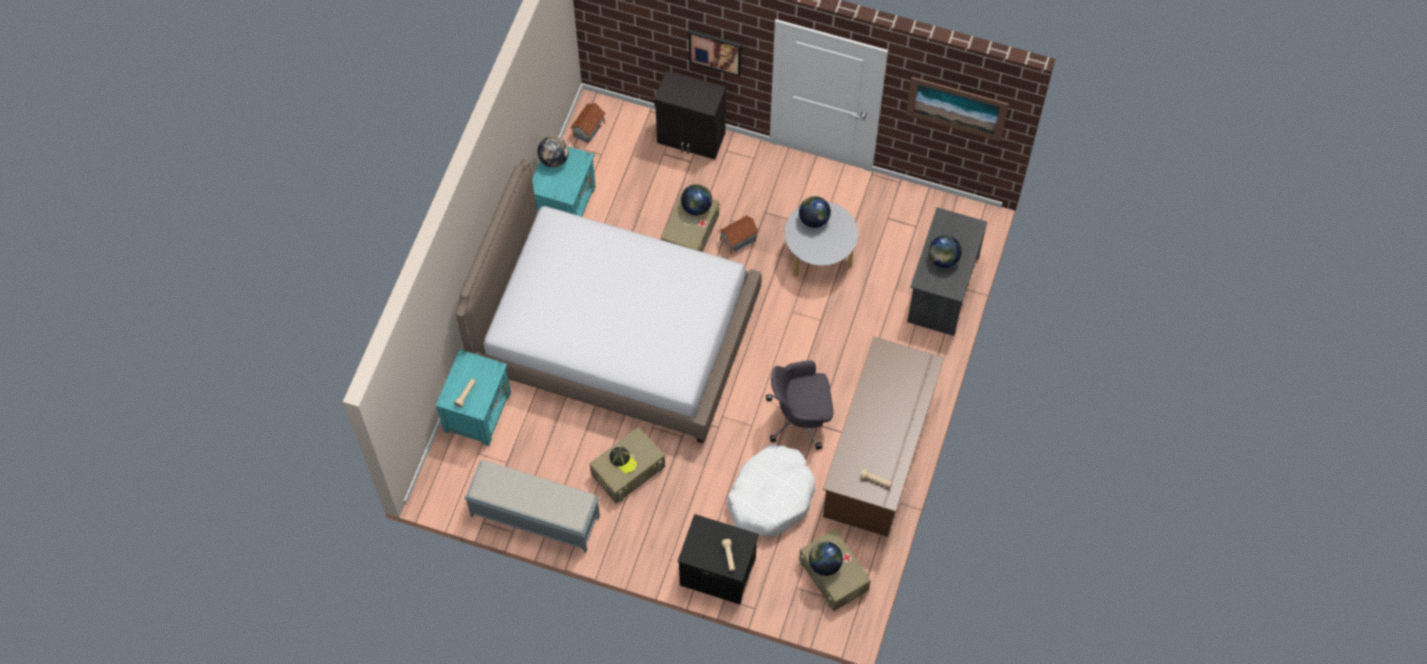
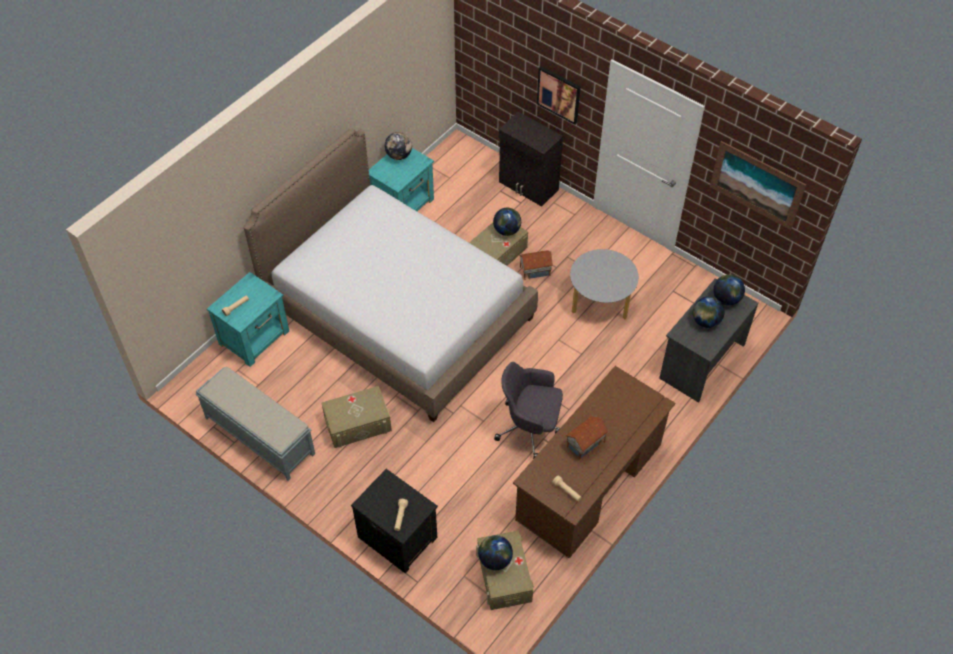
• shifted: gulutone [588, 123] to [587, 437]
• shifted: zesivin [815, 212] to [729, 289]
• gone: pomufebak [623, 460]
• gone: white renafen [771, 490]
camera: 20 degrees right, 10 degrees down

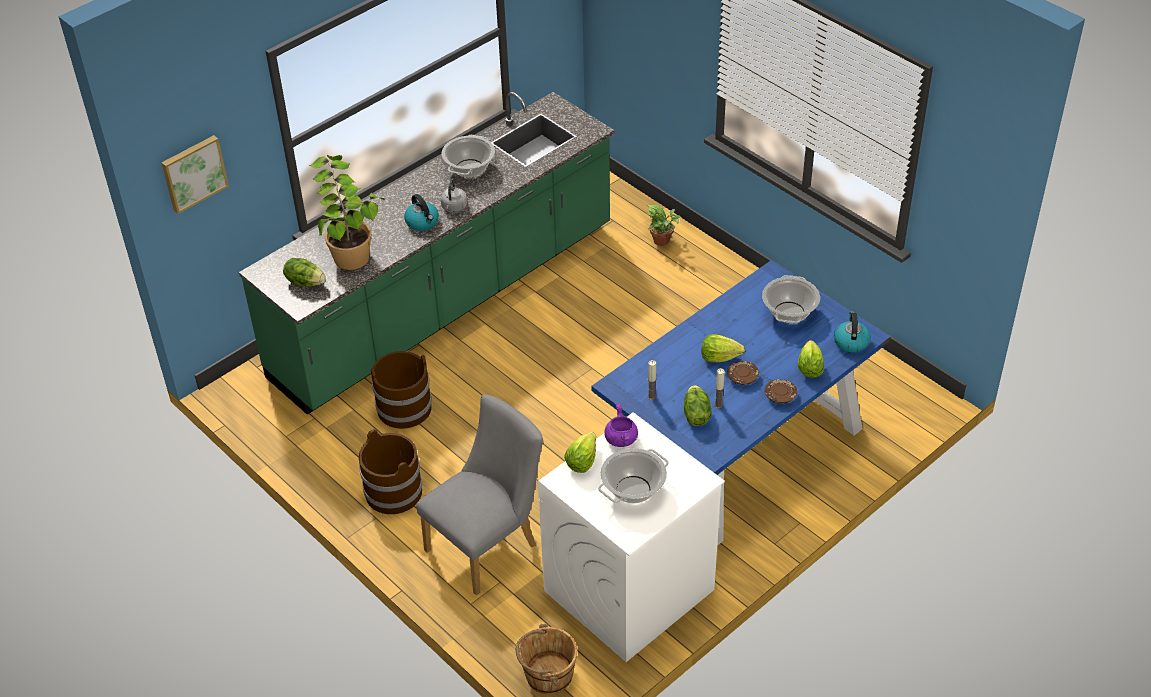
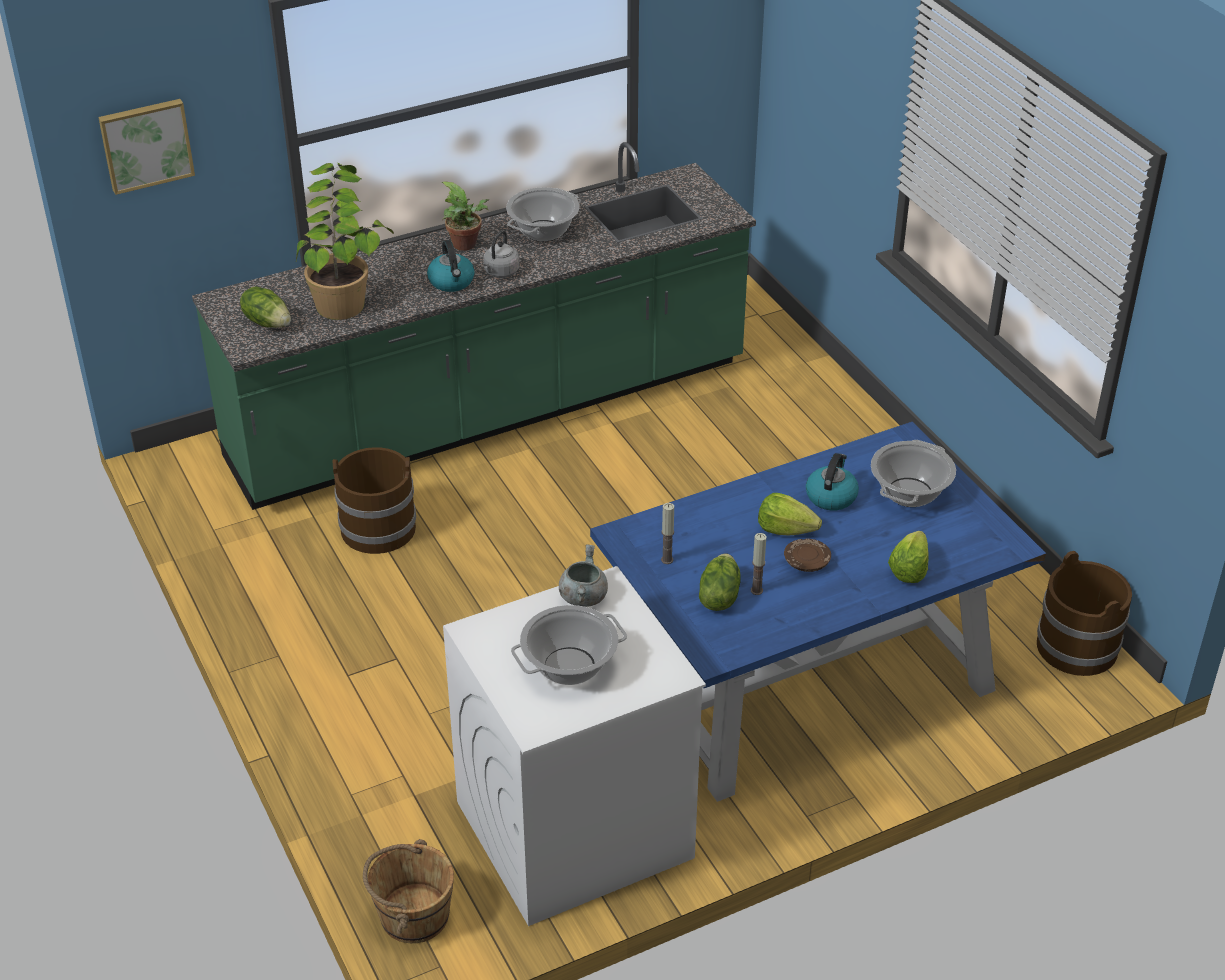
• shifted: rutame [664, 225] to [465, 216]
• repainted: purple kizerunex [621, 425] to grey kizerunex [583, 575]
• shifted: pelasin [852, 332] to [832, 482]
• shifted: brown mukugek [390, 471] to [1084, 613]
• gone: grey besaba [479, 495]
• gone: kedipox [580, 452]
• gone: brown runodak [781, 391]
camera: 15 degrees right, 5 degrees down

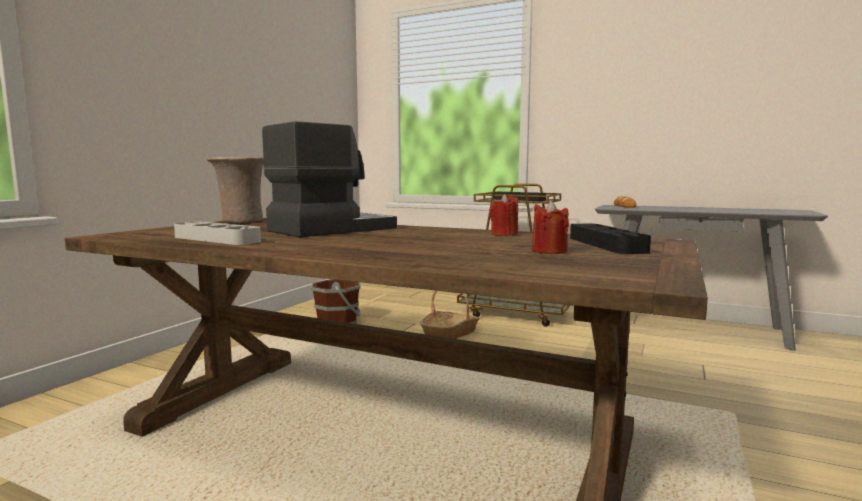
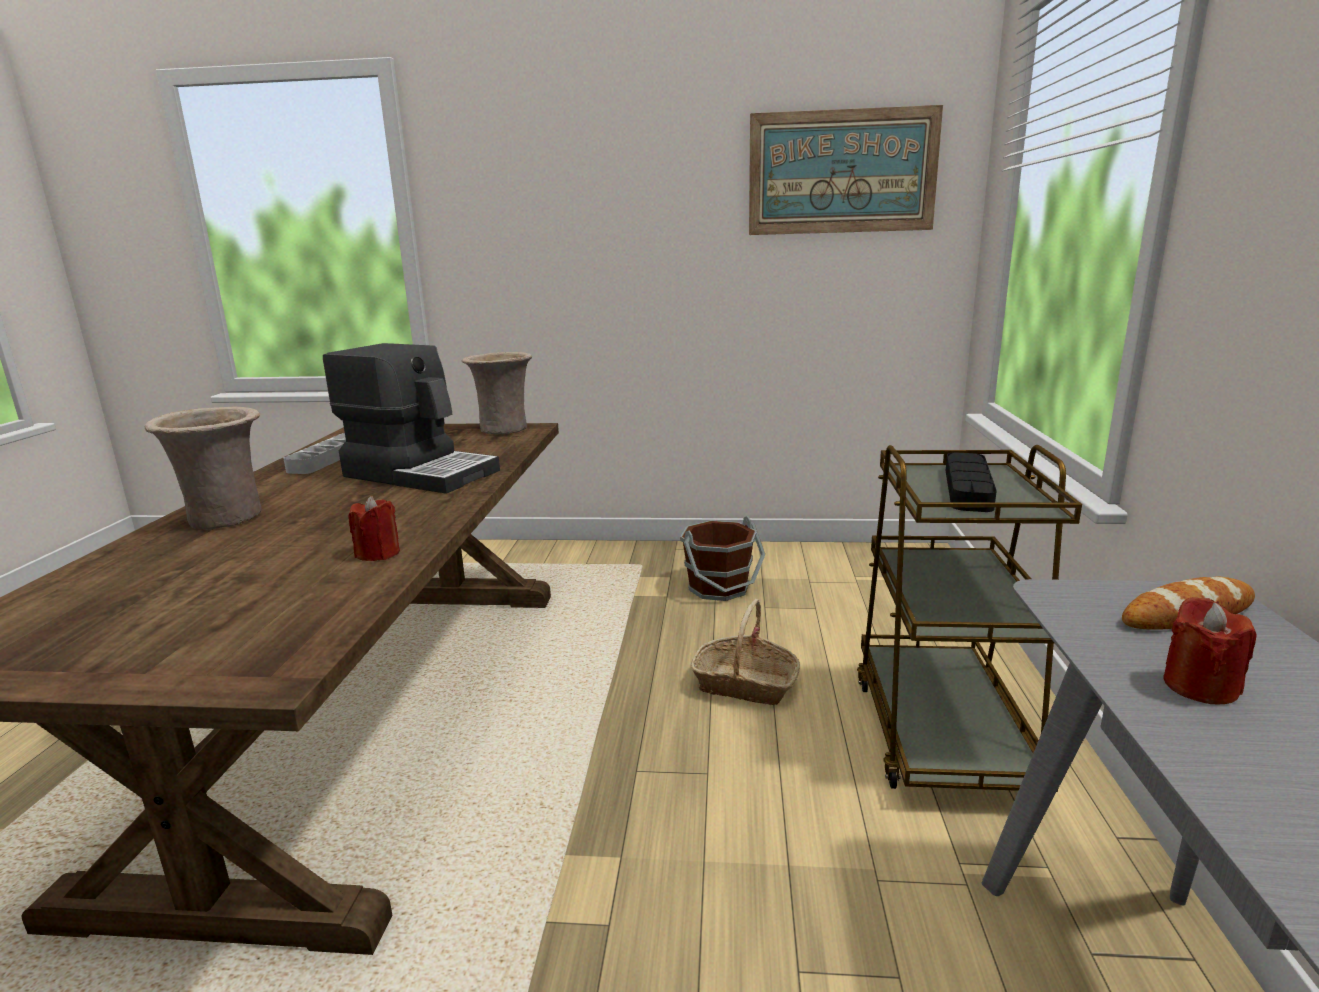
• new: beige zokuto [203, 468]
• new: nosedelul [846, 170]
• shifted: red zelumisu [550, 227] to [1210, 650]
• gone: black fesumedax [610, 239]
camera: 70 degrees right, 10 degrees up

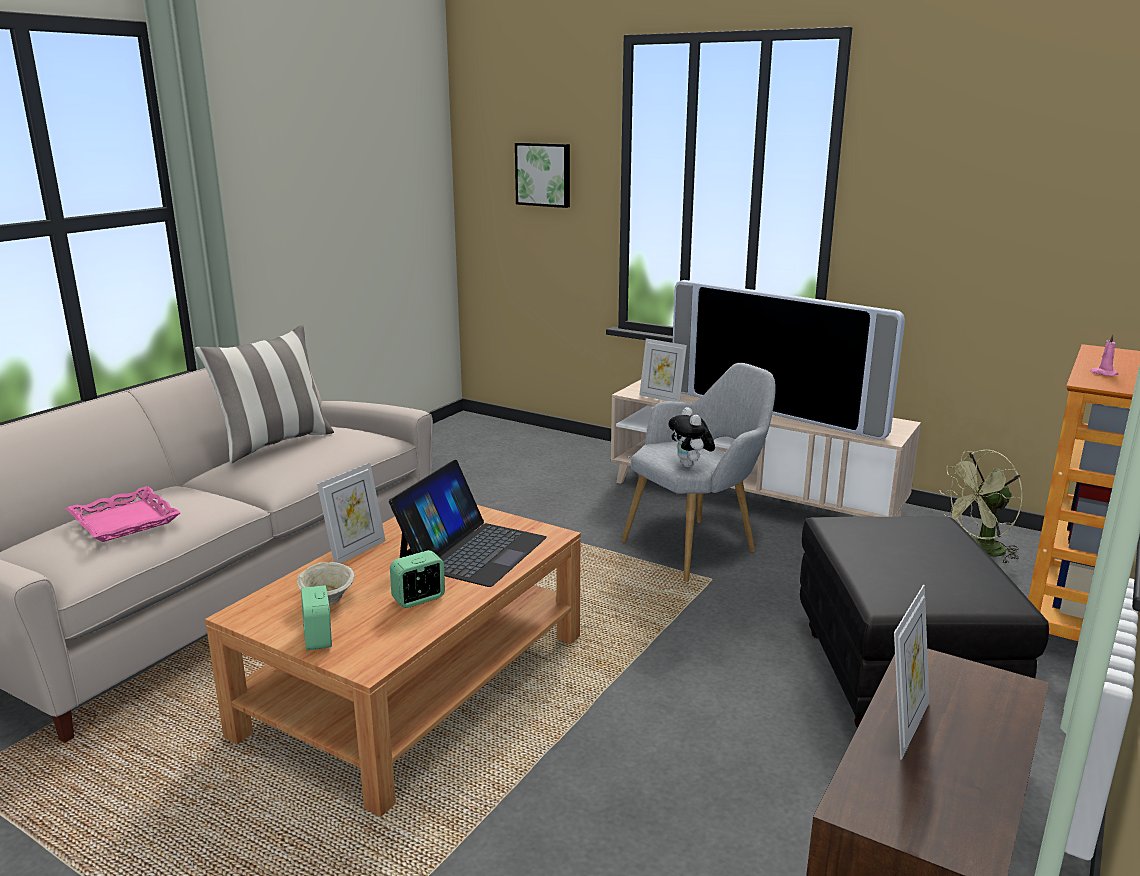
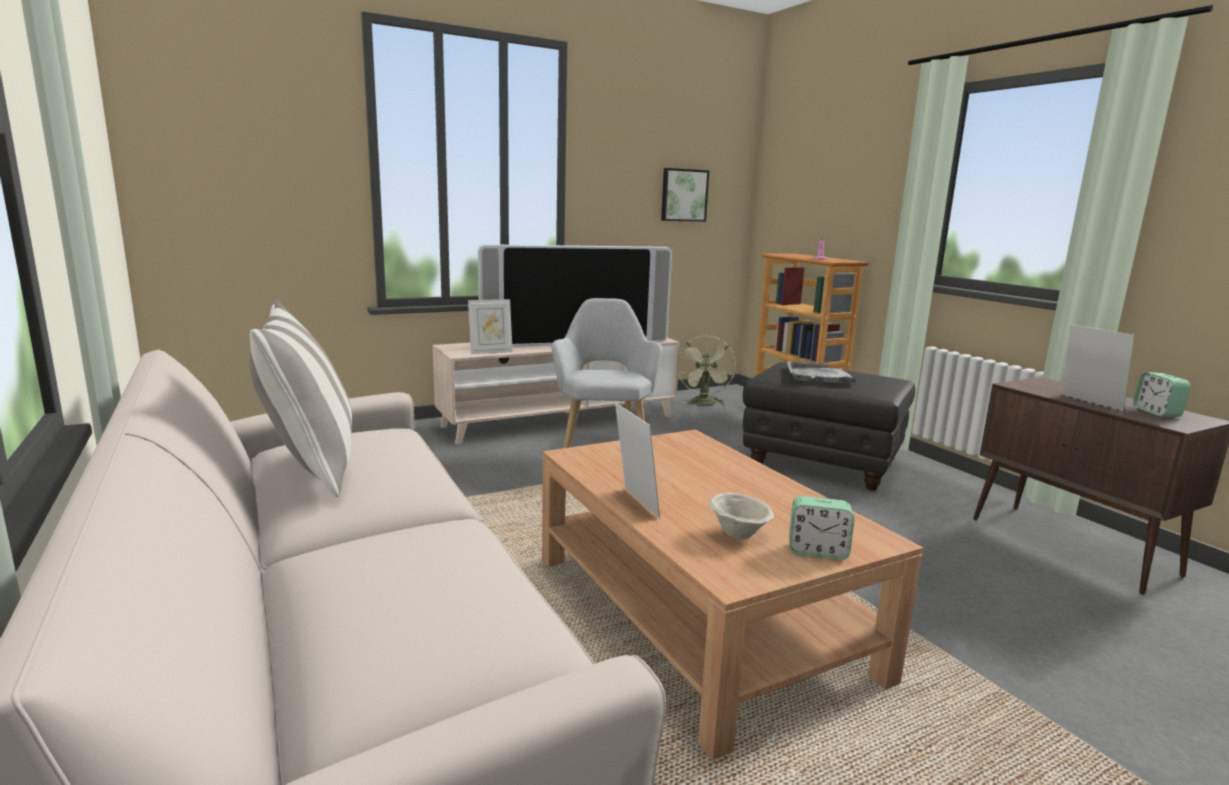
• shifted: nosedelul [542, 175] to [685, 195]
• new: grey fesumedax [822, 371]
• shifted: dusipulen [417, 579] to [1162, 394]
• gone: pink fesumedax [123, 514]
• gone: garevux [468, 523]
• gone: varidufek [692, 437]
camera: 60 degrees left, 5 degrees down

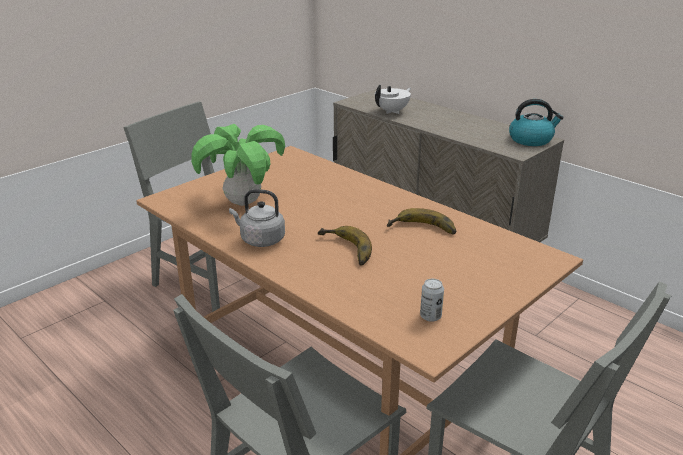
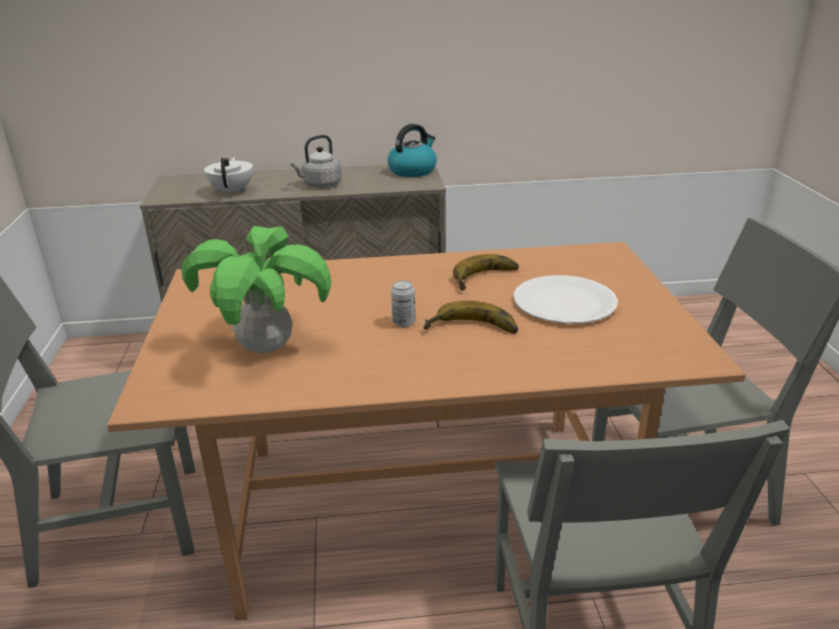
• shifted: grey pelasin [257, 218] to [316, 161]
• shifted: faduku [432, 300] to [403, 303]
• new: white runodak [565, 299]
camera: 50 degrees left, 0 degrees up

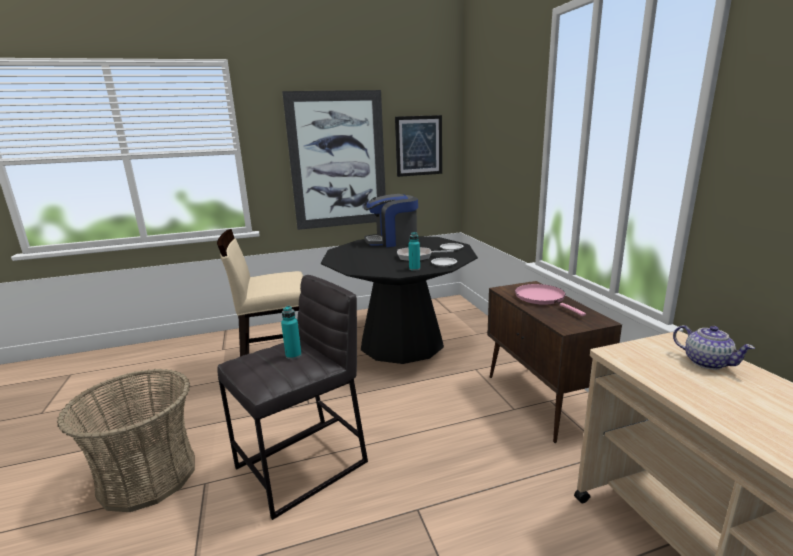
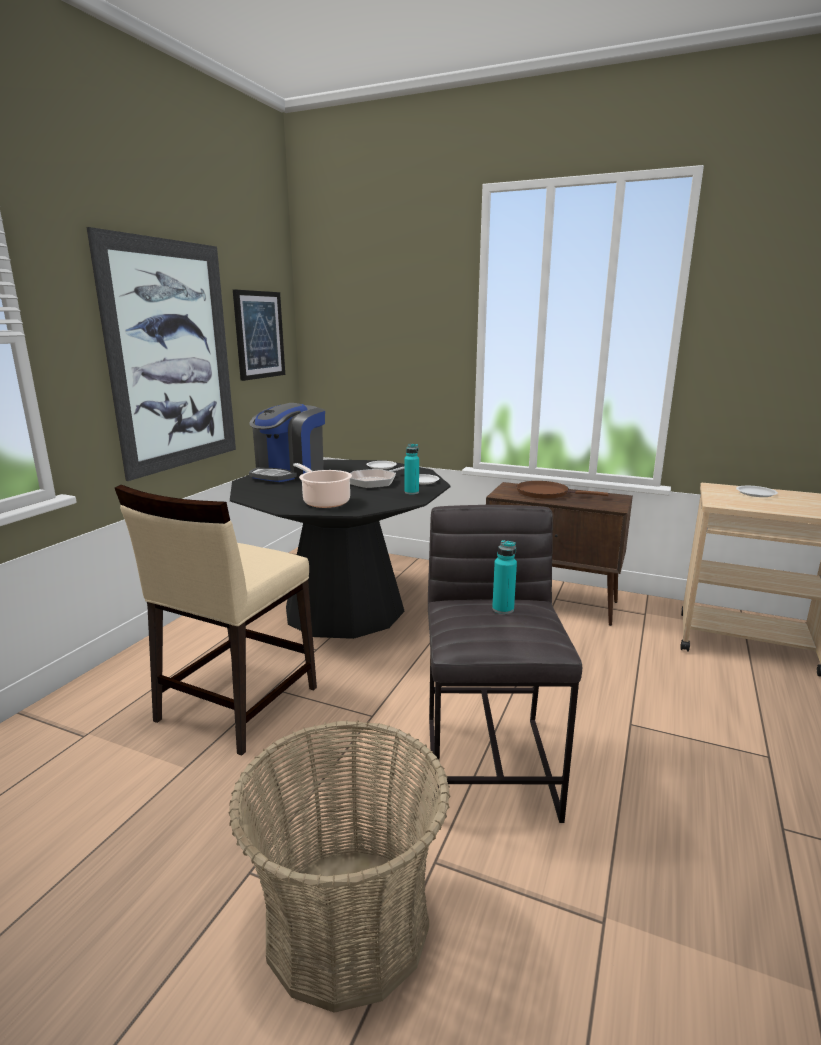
• new: kizerunex [322, 485]
• repainted: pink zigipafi [550, 300] to brown zigipafi [562, 490]
• swapped: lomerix [714, 347] to white runodak [757, 491]
camera: 50 degrees left, 0 degrees up

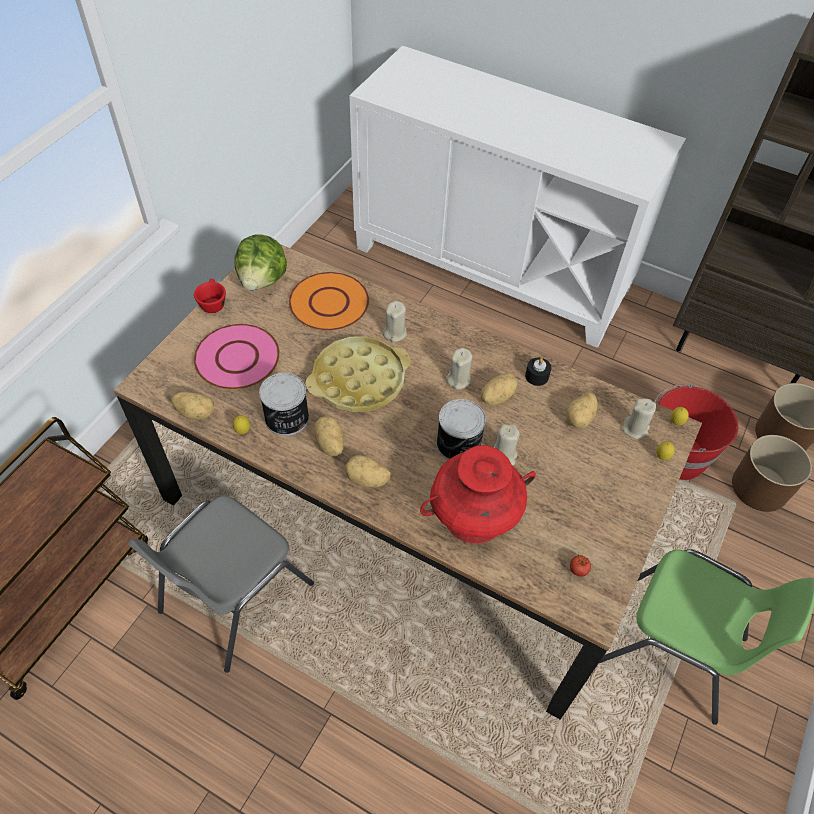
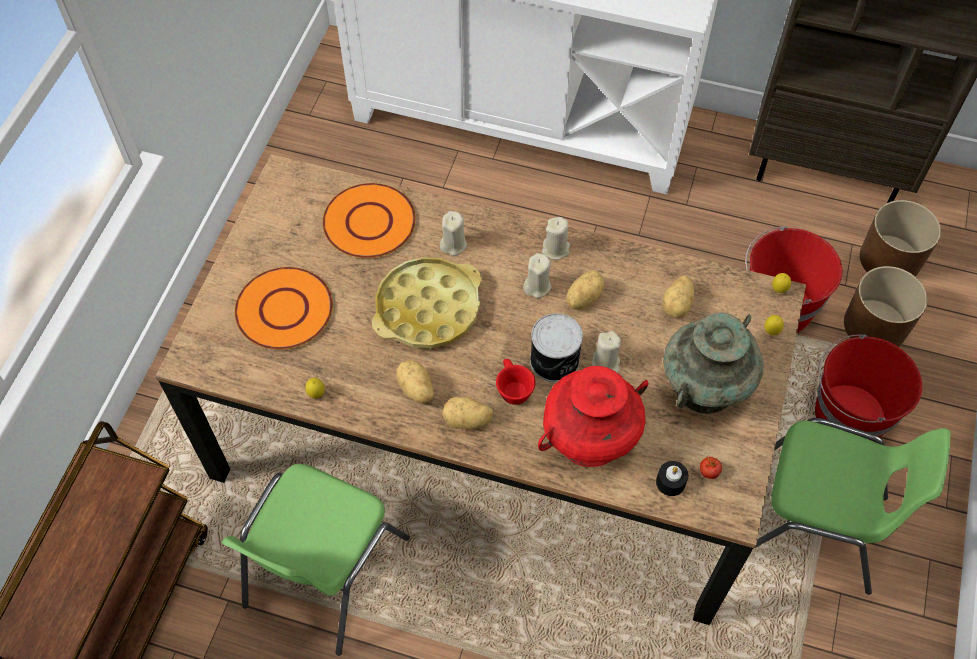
• repainted: grey besaba [220, 584] to green besaba [316, 560]
• repainted: pink runodak [237, 357] to orange runodak [284, 308]
• shifted: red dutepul [210, 296] to [516, 382]
• shifted: beige zelumisu [639, 419] to [556, 238]
• shifted: black zelumisu [538, 372] to [672, 478]
• new: turquoise zokuto [713, 363]
• new: red mukugek [868, 388]
• gone: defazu [192, 406]
• gone: kedipox [260, 262]
• gone: faduku [284, 404]
camera: 10 degrees left, 5 degrees up

